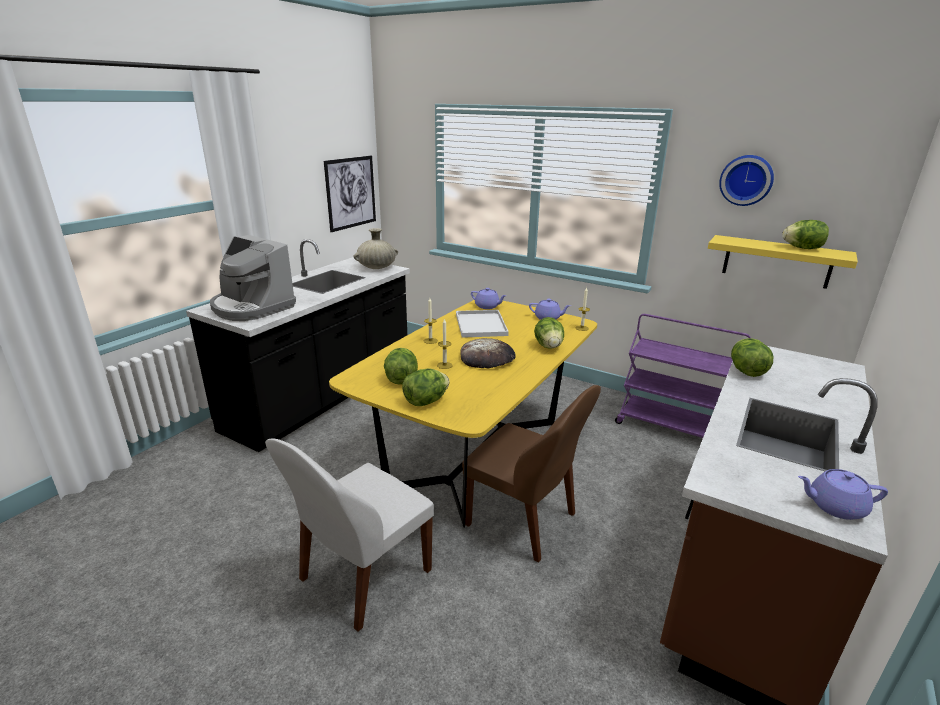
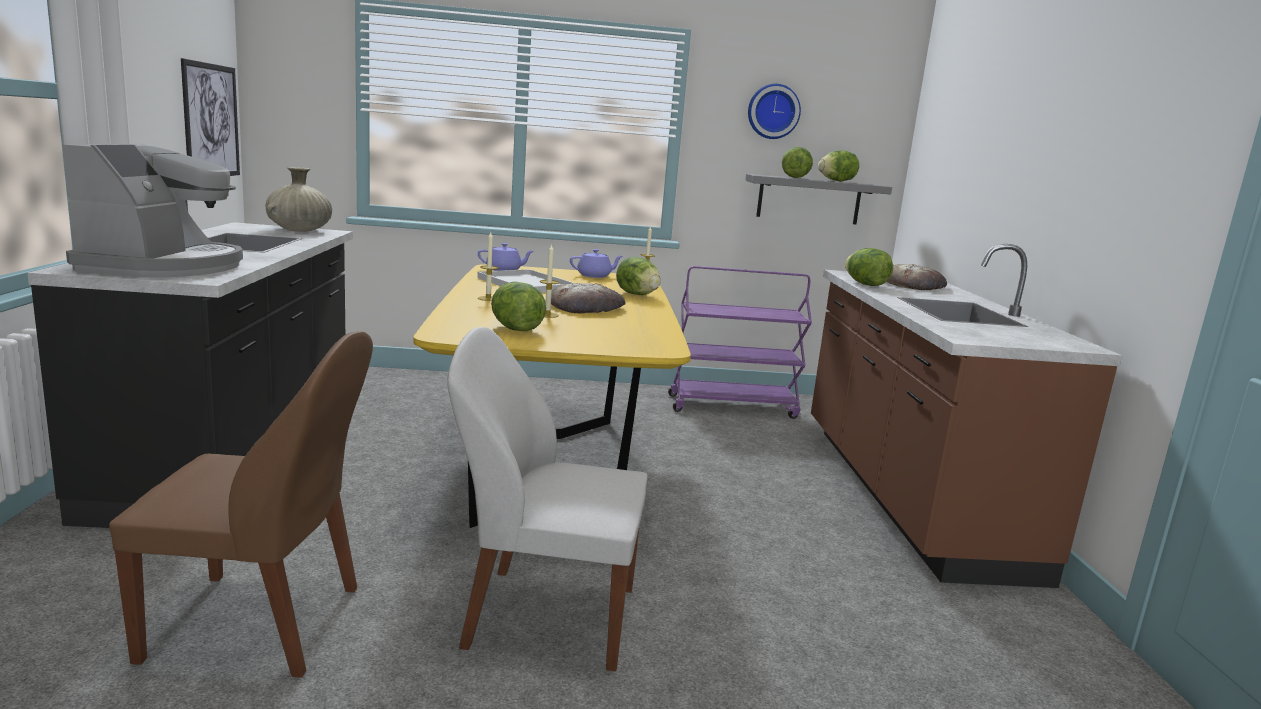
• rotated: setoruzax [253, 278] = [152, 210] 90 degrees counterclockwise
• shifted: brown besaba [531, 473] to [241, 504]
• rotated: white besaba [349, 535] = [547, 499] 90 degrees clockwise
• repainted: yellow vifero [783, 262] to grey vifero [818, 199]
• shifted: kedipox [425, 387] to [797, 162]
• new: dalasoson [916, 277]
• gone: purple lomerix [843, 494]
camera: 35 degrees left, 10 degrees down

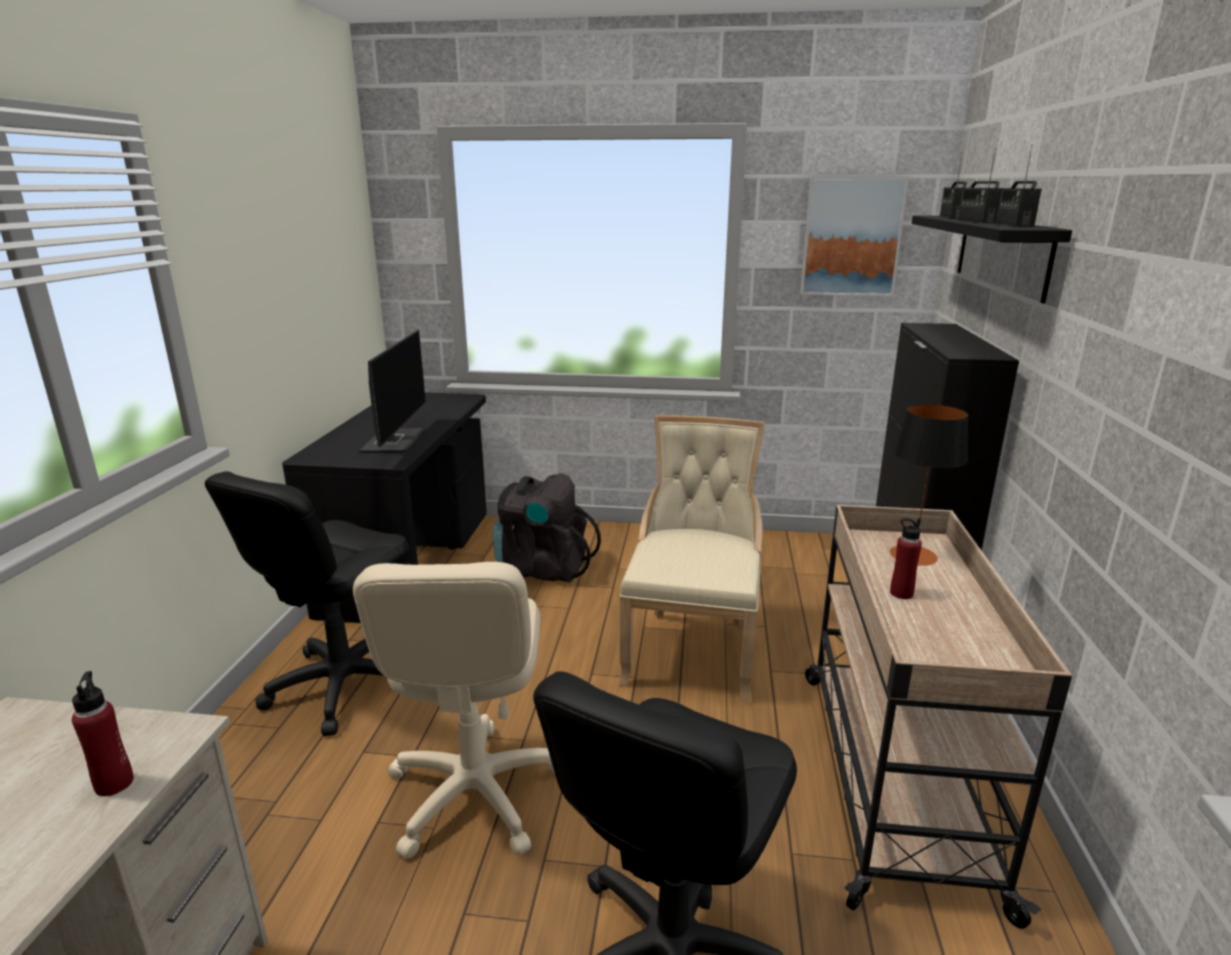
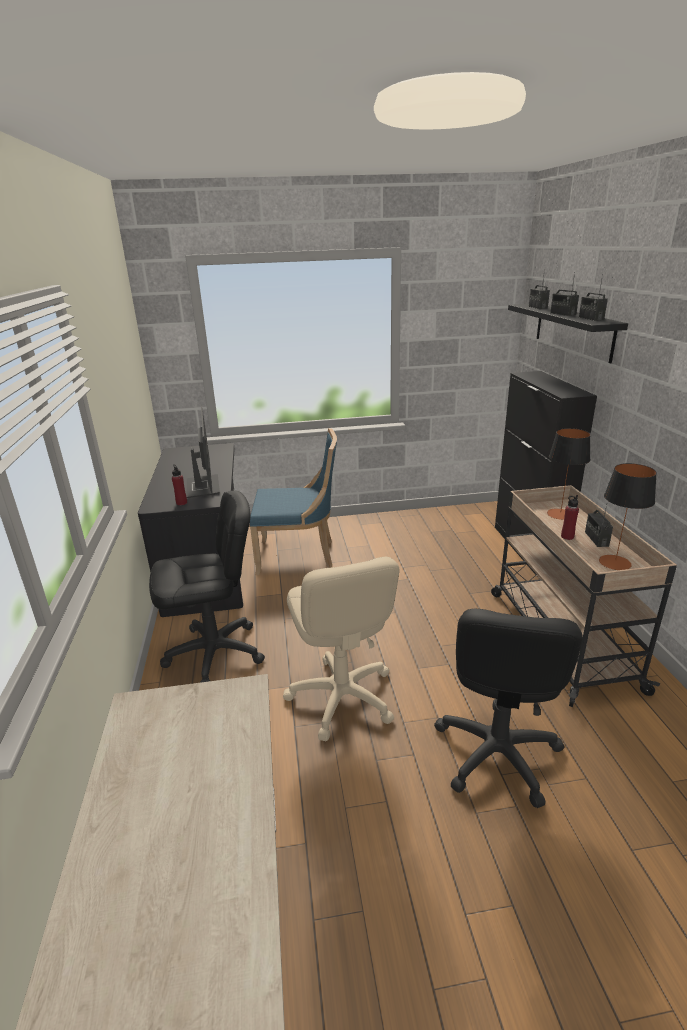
• rotated: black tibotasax [307, 603] = [207, 586] 120 degrees counterclockwise
• shifted: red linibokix [103, 733] to [179, 484]
• swapped: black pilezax [547, 528] to blue besaba [293, 501]
• new: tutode [599, 526]
• new: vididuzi [628, 516]
• gone: beige besaba [691, 559]
• gone: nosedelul [854, 236]
camera: 15 degrees left, 5 degrees up

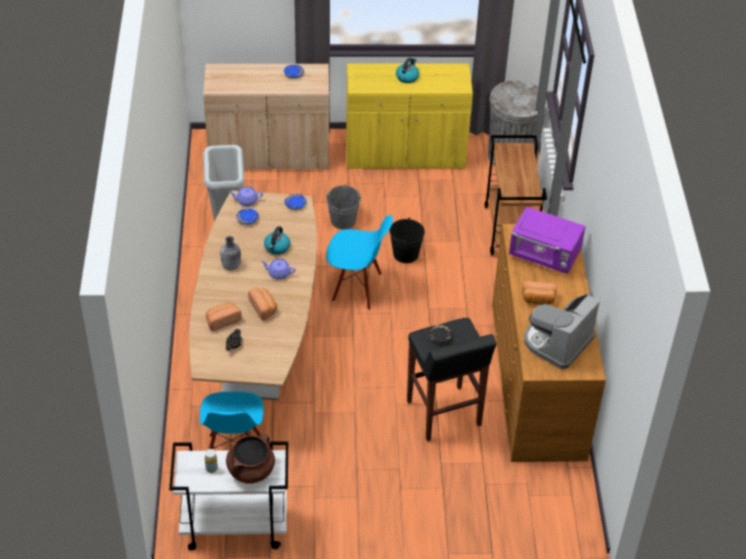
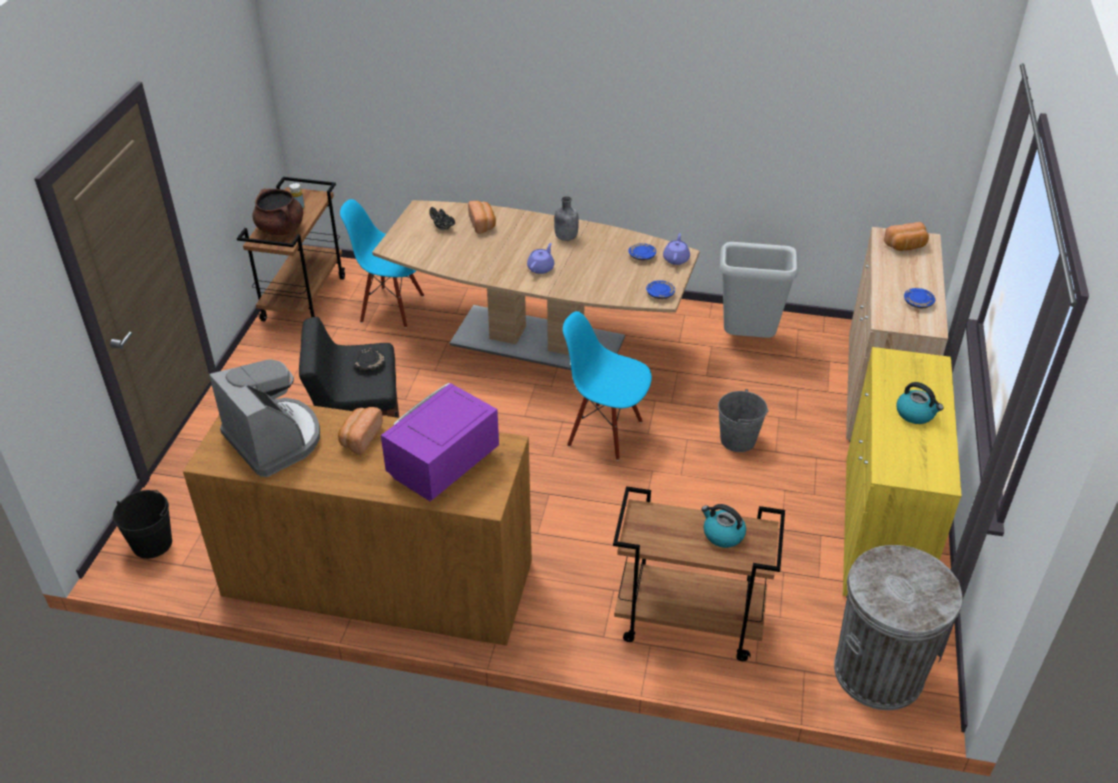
• shifted: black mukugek [407, 240] to [142, 524]
• repainted: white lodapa [228, 495] to brown lodapa [291, 249]
• rotated: blue besaba [359, 262] = [607, 386] 90 degrees clockwise
• shifted: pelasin [277, 240] to [723, 526]
• shifted: dalasoson [262, 304] to [906, 236]
camera: 105 degrees right, 5 degrees down

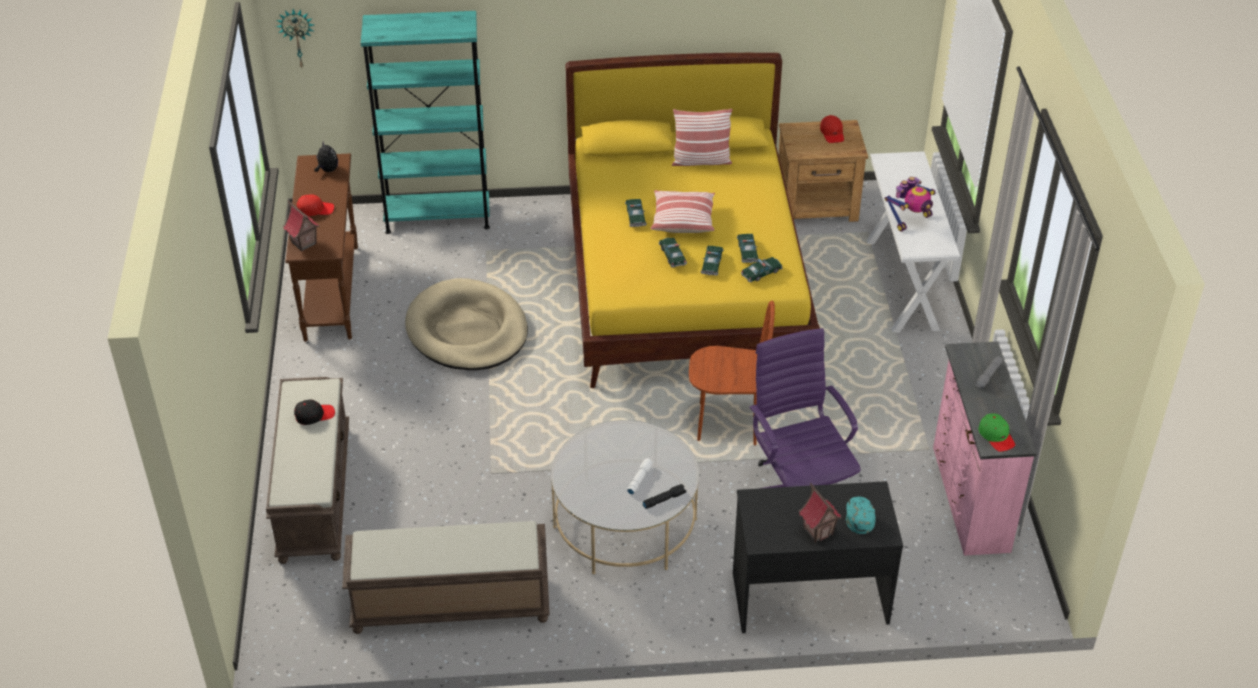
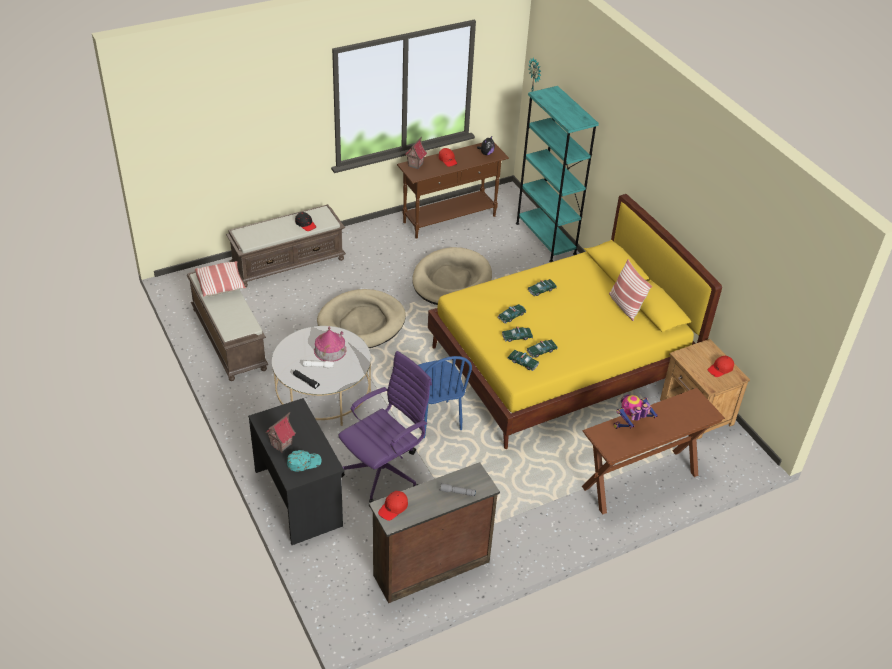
• shifted: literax [683, 211] to [220, 279]
• new: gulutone [330, 344]
• new: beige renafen [361, 318]
• repainted: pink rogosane [985, 448] to brown rogosane [434, 532]
• repainted: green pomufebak [997, 432] to red pomufebak [393, 506]
• repainted: brown besaba [732, 373] to blue besaba [445, 397]
• repainted: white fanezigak [913, 242] to brown fanezigak [653, 451]
• rotated: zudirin [909, 204] = [636, 412] 120 degrees clockwise
camera: 65 degrees right, 0 degrees up

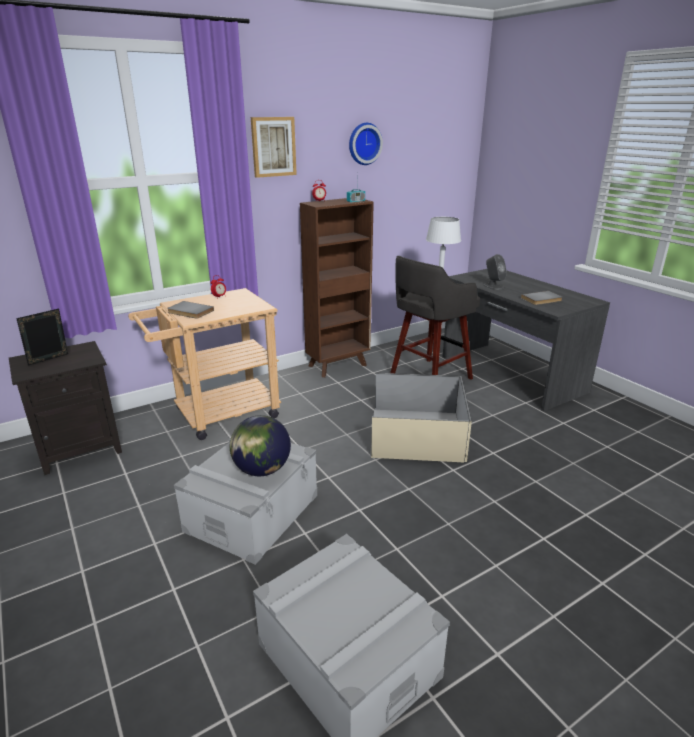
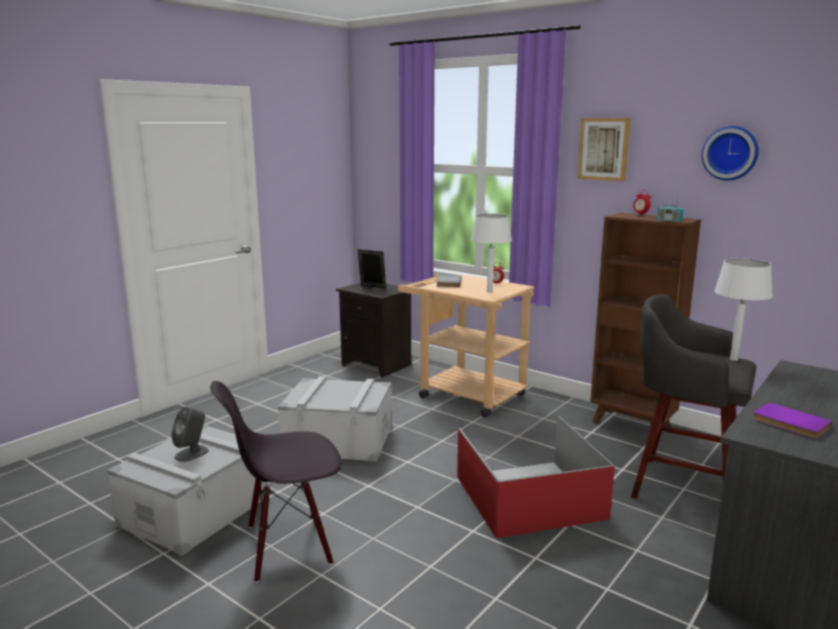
• shifted: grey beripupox [495, 272] to [190, 434]
• new: black besaba [276, 482]
• repainted: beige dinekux [421, 417] to red dinekux [536, 477]
• new: white vididuzi [491, 253]
• repainted: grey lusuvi [541, 298] to purple lusuvi [793, 420]
• gone: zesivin [260, 445]
camera: 70 degrees right, 10 degrees down

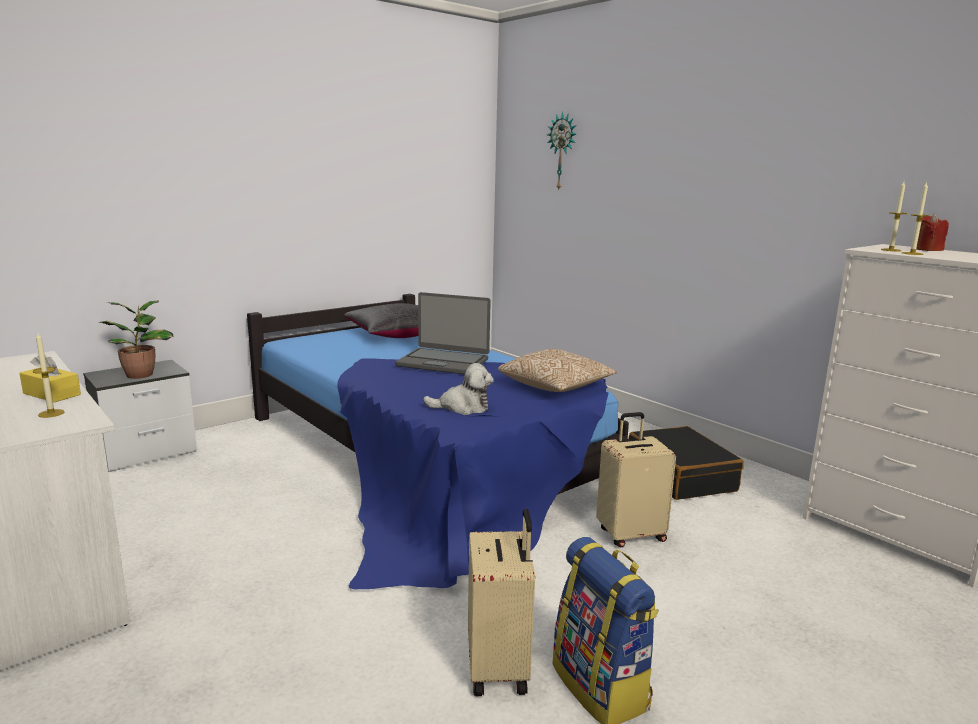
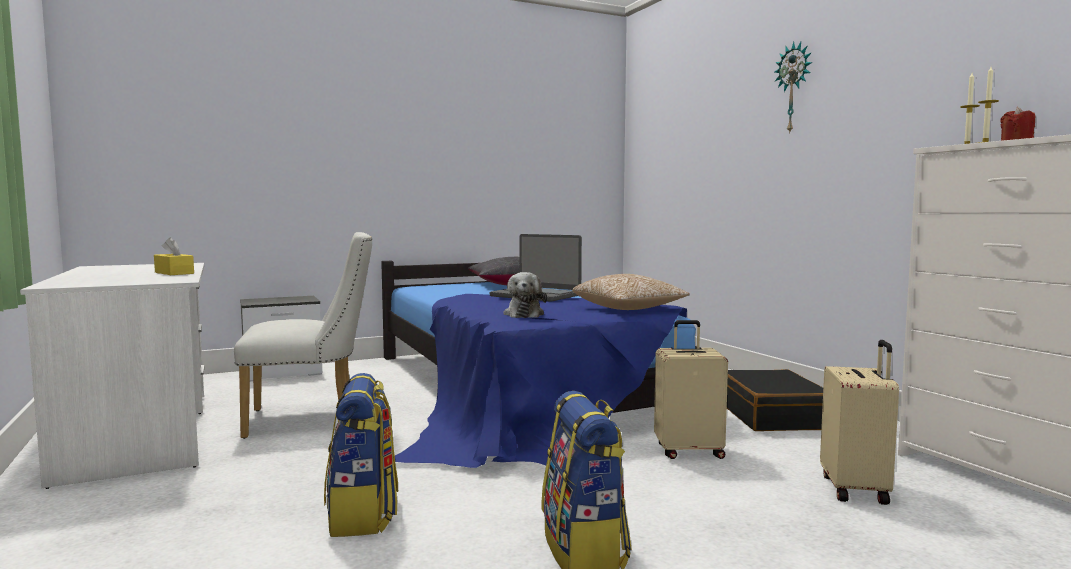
• new: white besaba [303, 335]
• new: pilezax [361, 455]
• rotated: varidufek [458, 389] = [525, 295] 75 degrees clockwise
• shifted: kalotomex [561, 151] to [794, 87]
• shifted: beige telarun [501, 602] to [859, 422]
• gone: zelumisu [49, 375]
• gone: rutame [136, 339]
camera: 15 degrees right, 10 degrees down

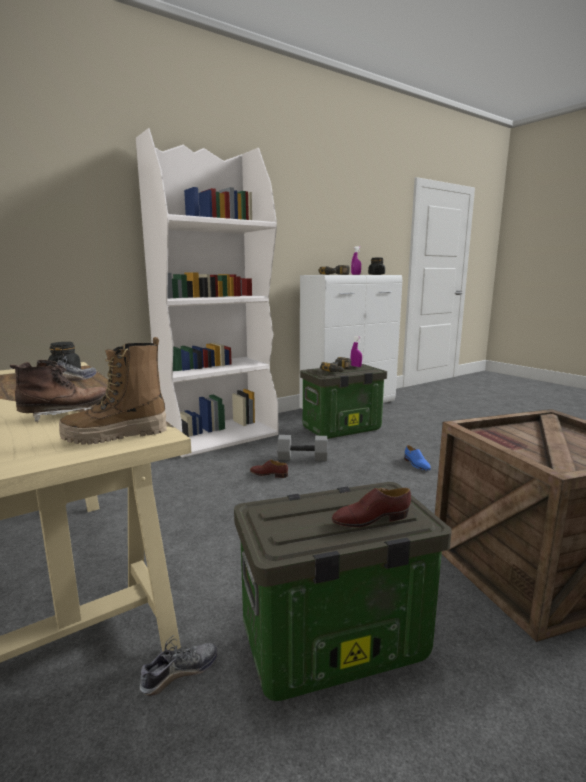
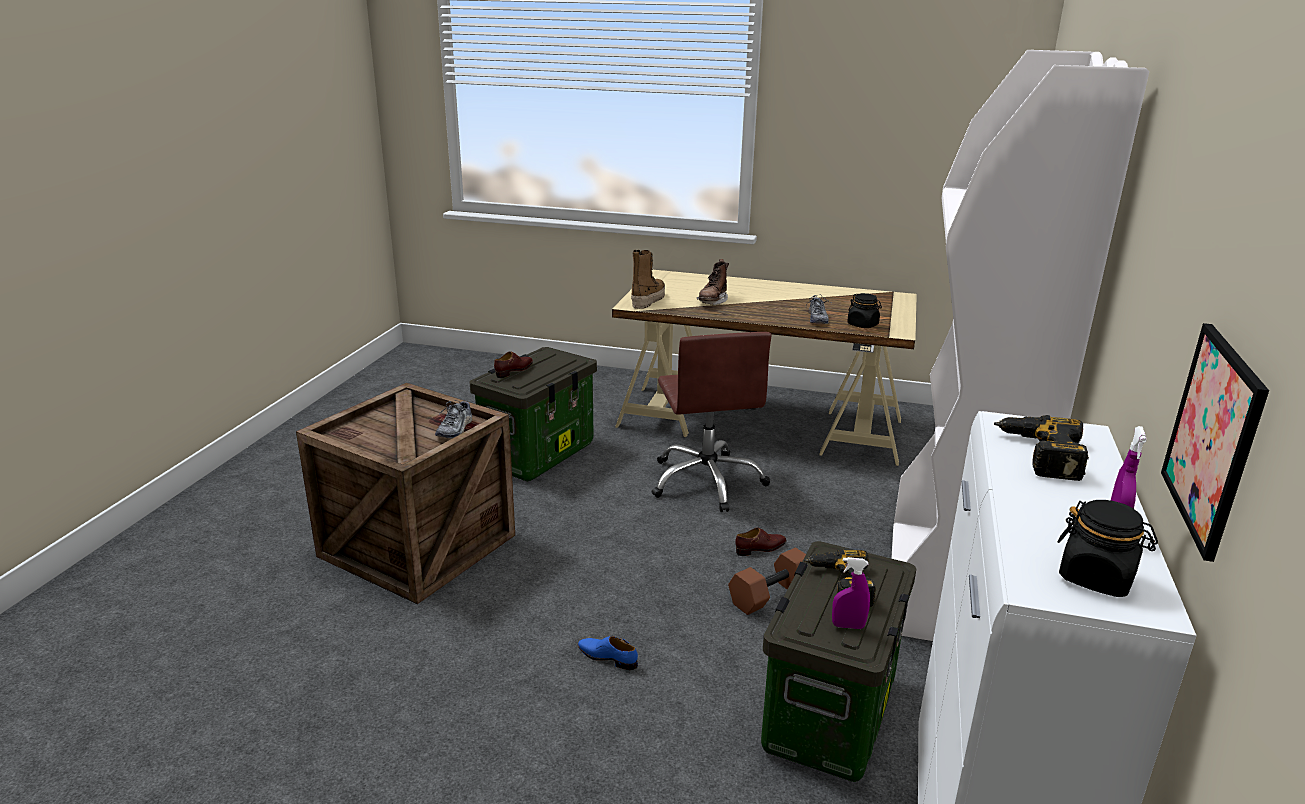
• shifted: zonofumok [178, 665] to [453, 418]
• new: brown tibotasax [711, 422]
• repainted: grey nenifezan [302, 448] to brown nenifezan [767, 581]
• new: nosedelul [1215, 442]
camera: 140 degrees right, 10 degrees up

